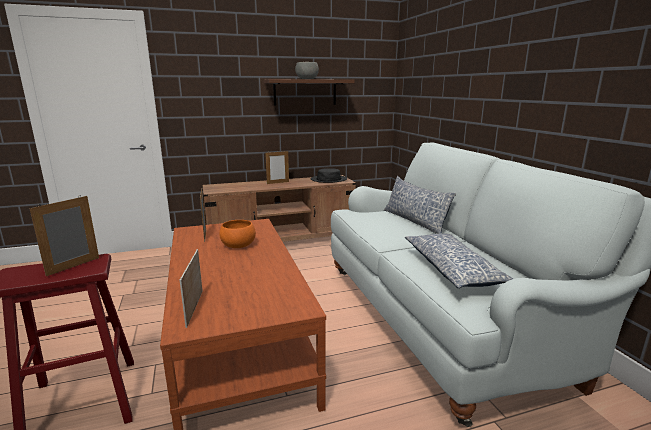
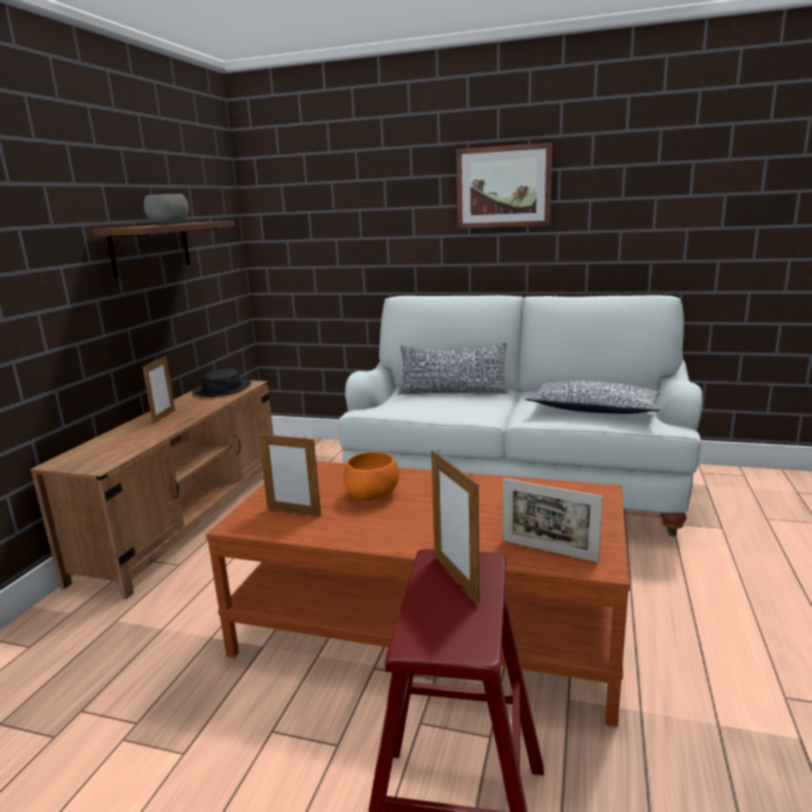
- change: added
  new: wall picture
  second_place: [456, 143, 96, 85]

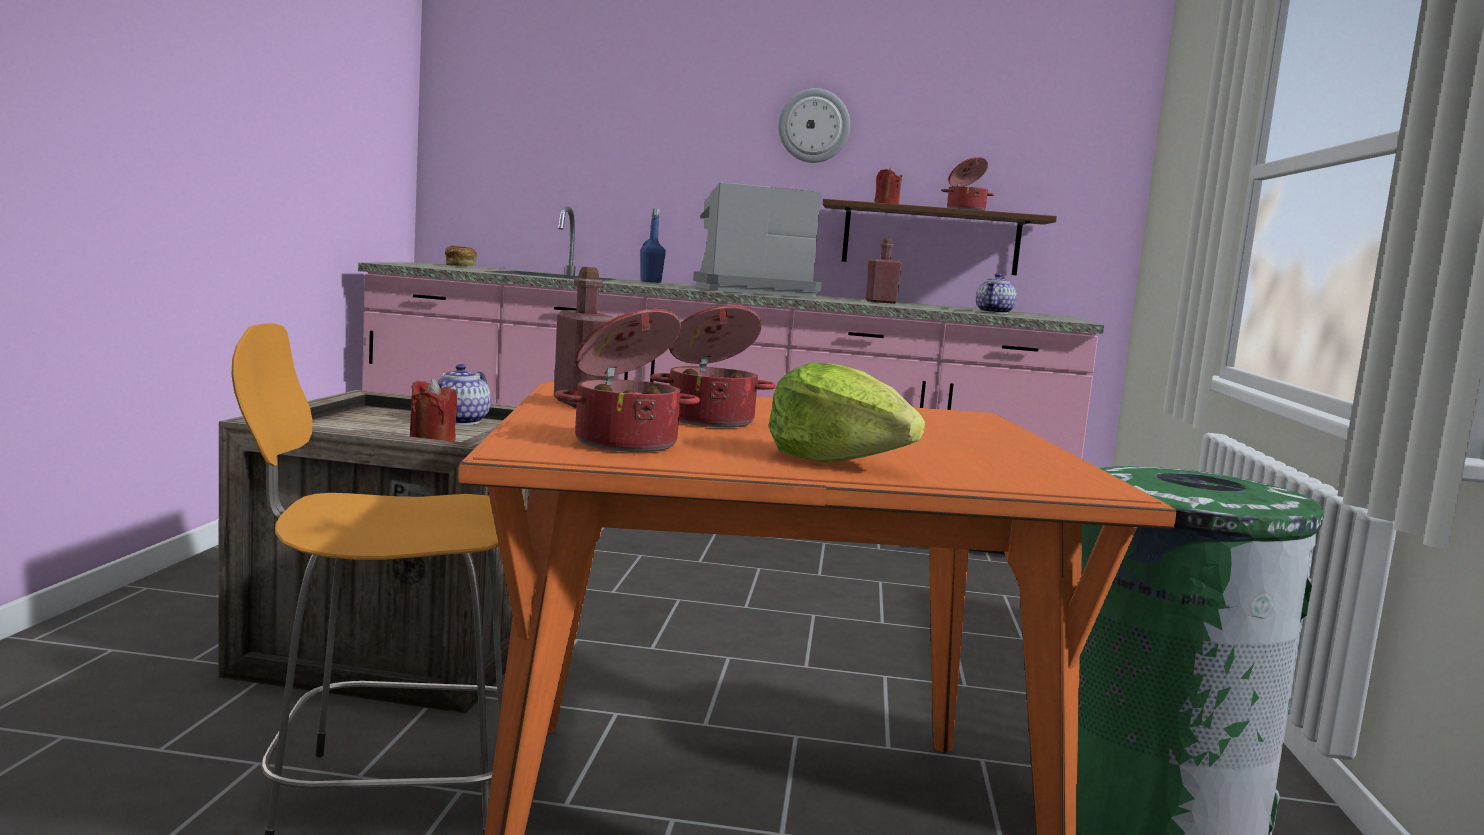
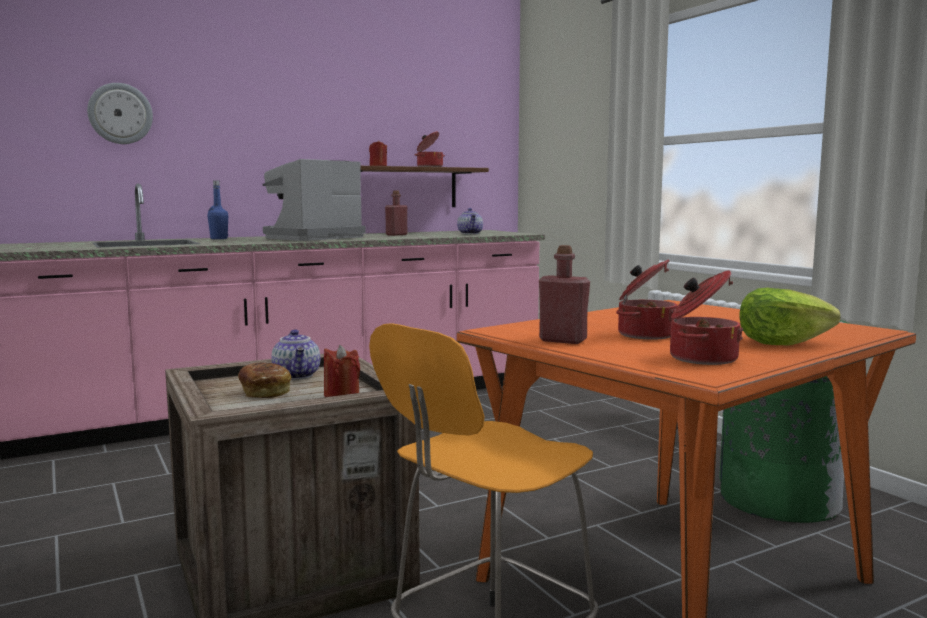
- change: moved
  old: clock on the wall
  first_place: [778, 88, 72, 75]
  second_place: [87, 83, 66, 61]
- change: moved
  old: baked bread
  first_place: [445, 246, 32, 20]
  second_place: [238, 363, 53, 35]

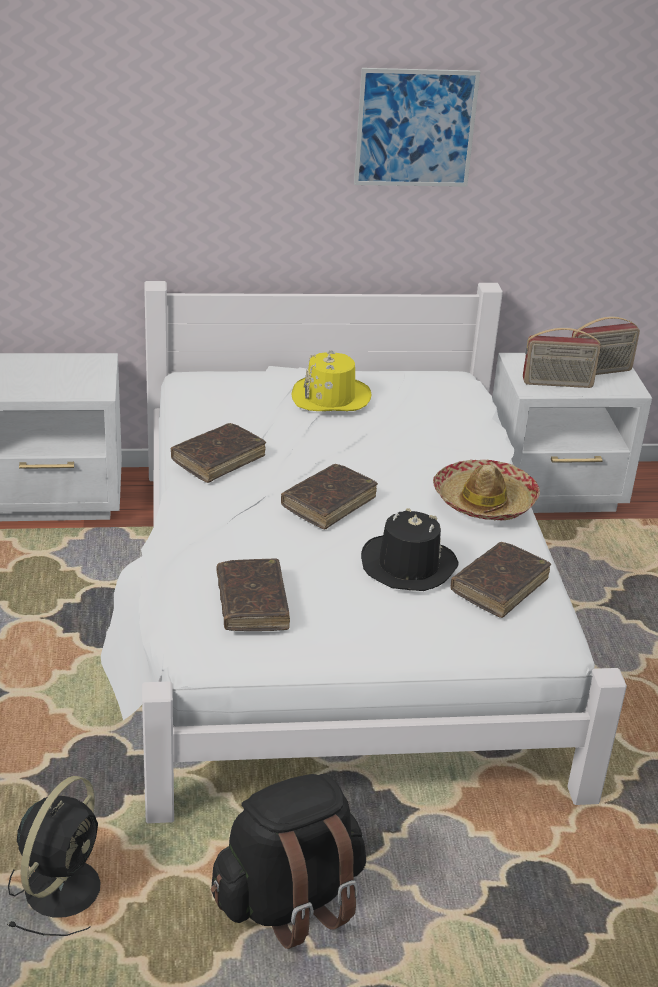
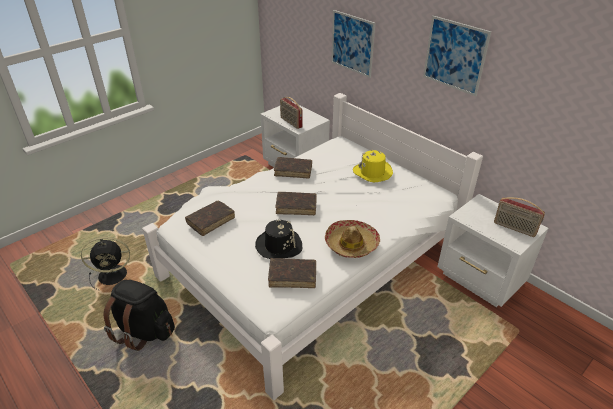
- change: moved
  old: radio set
  first_place: [523, 328, 78, 60]
  second_place: [280, 97, 23, 32]
- change: added
  new: wall picture
  second_place: [331, 10, 44, 68]

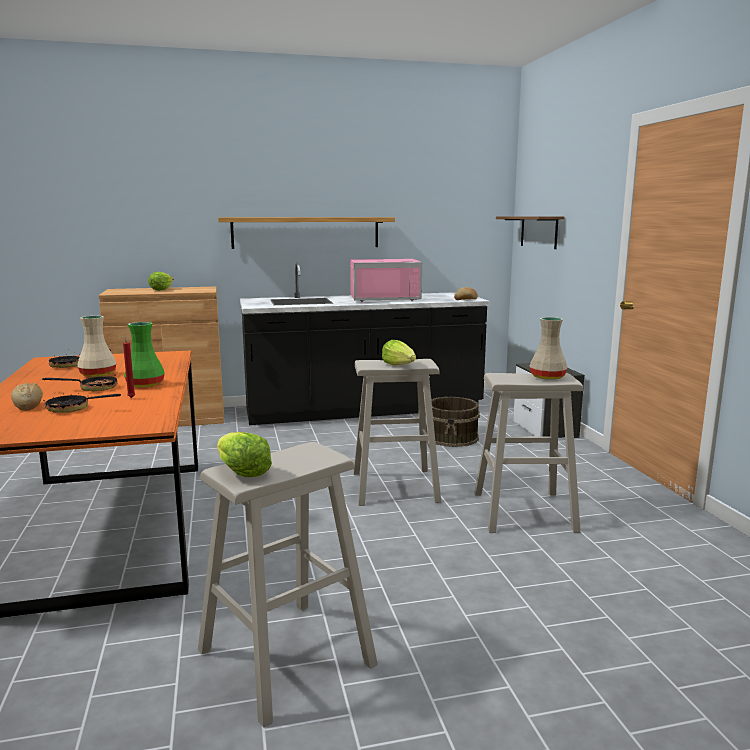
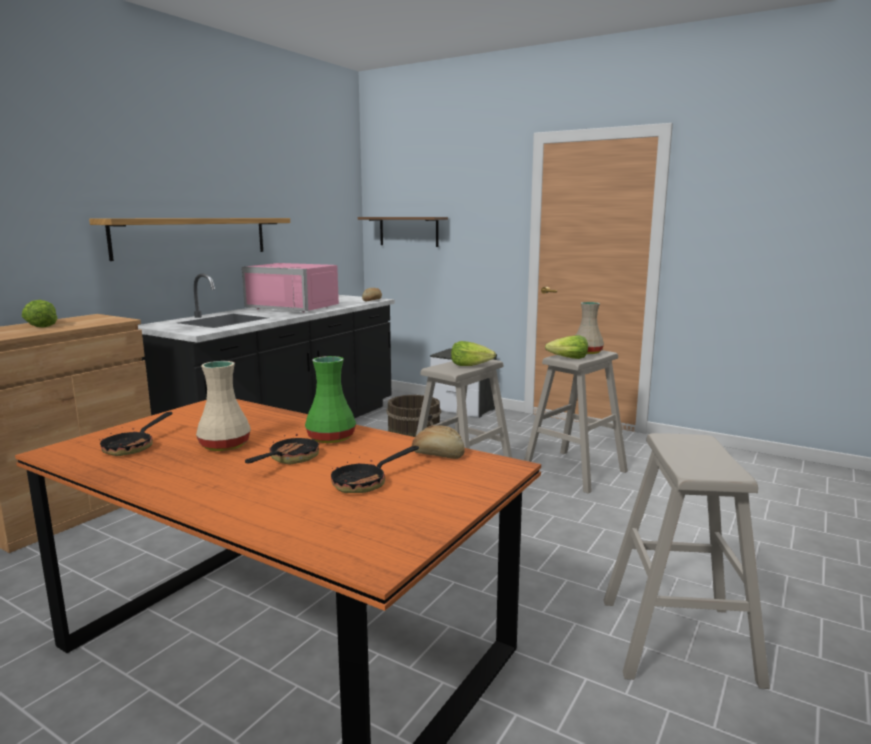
- change: turned
  old: kitchen microwave/pink
  first_place: [350, 259, 72, 43]
  second_place: [242, 263, 97, 50]
  degrees: 75
- change: moved
  old: baked bread
  first_place: [11, 383, 32, 28]
  second_place: [412, 425, 53, 34]
- change: moved
  old: head of lettuce
  first_place: [217, 432, 55, 45]
  second_place: [545, 335, 43, 24]
- change: removed
  old: candle/red-coloured
  first_place: [123, 336, 12, 62]

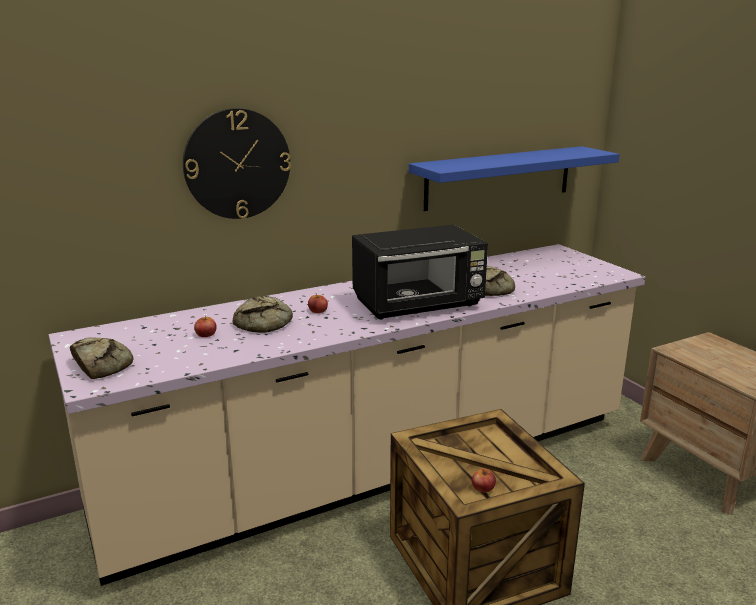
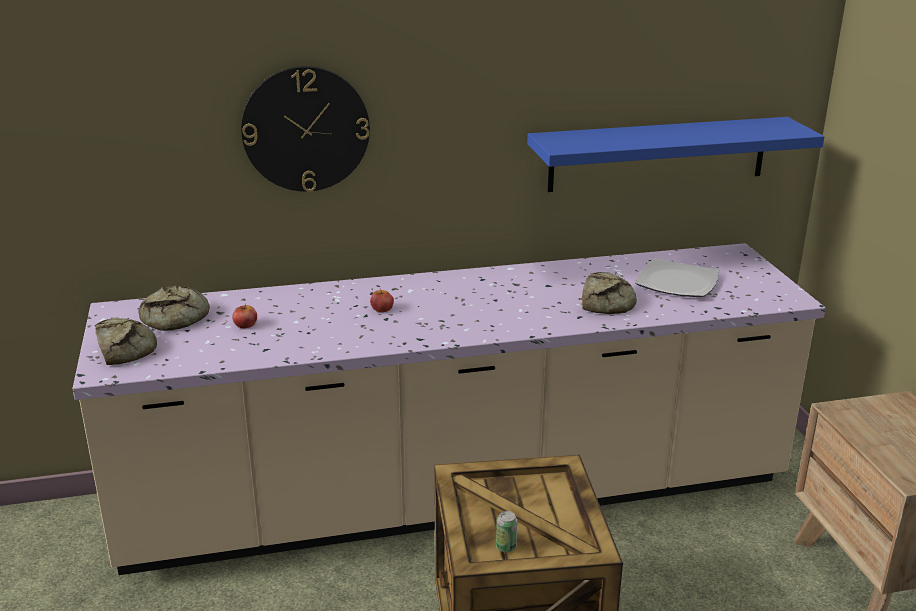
- change: moved
  old: baked bread
  first_place: [233, 296, 60, 37]
  second_place: [139, 286, 71, 45]
- change: replaced
  old: whole apple
  new: metal can
  first_place: [472, 469, 24, 24]
  second_place: [496, 511, 21, 41]
- change: added
  new: flat dish
  second_place: [635, 258, 84, 39]
- change: removed
  old: kitchen microwave/blackish
  first_place: [352, 225, 136, 95]

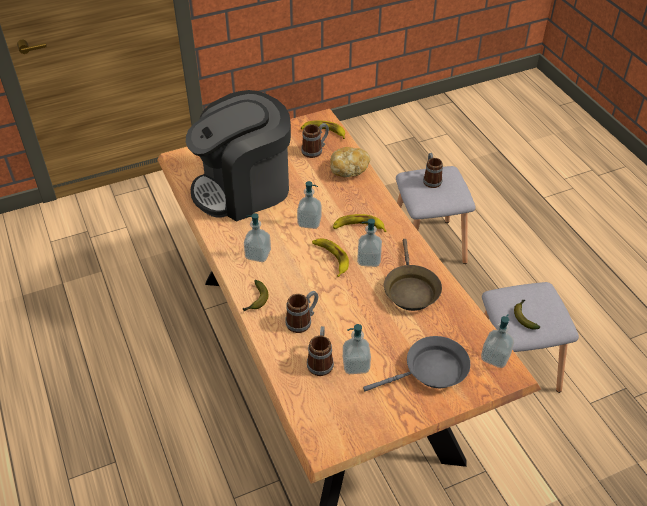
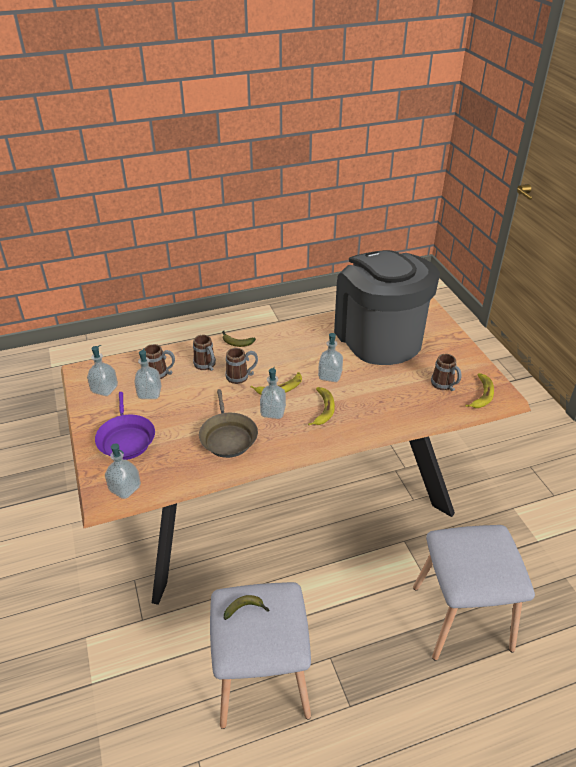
- change: moved
  old: liquid soap bottle
  first_place: [244, 213, 27, 49]
  second_place: [87, 345, 31, 51]
- change: recoloured
  old: frying pan/gray
  new: frying pan/purple-coloured
  first_place: [363, 336, 107, 55]
  second_place: [95, 392, 60, 68]
- change: turned
  old: frying pan/brown-coloured
  first_place: [384, 239, 58, 72]
  second_place: [199, 389, 59, 69]
  degrees: -105
- change: moved
  old: coffee mug
  first_place: [423, 153, 20, 35]
  second_place: [225, 348, 33, 36]
- change: removed
  old: baked bread
  first_place: [330, 147, 40, 30]

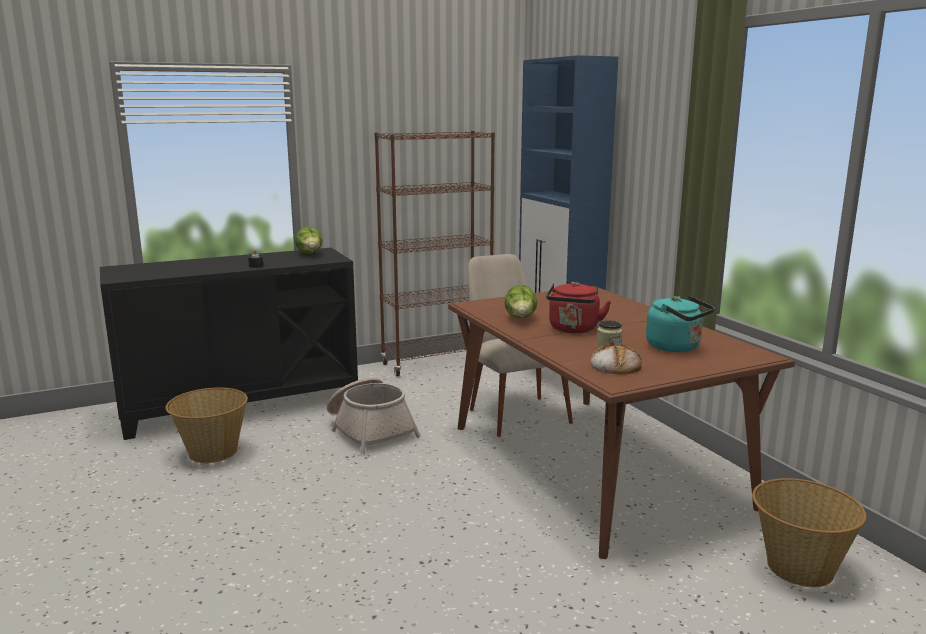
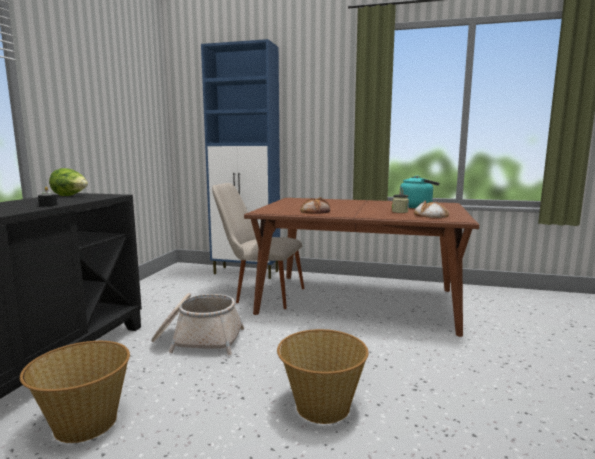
- change: moved
  old: basket
  first_place: [752, 478, 115, 109]
  second_place: [277, 329, 91, 95]
- change: replaced
  old: head of lettuce
  new: baked bread
  first_place: [504, 285, 34, 33]
  second_place: [300, 197, 30, 17]
- change: removed
  old: bookshelf/brown-coloured
  first_place: [375, 131, 120, 245]
- change: removed
  old: kettle/red-coloured
  first_place: [546, 282, 65, 51]

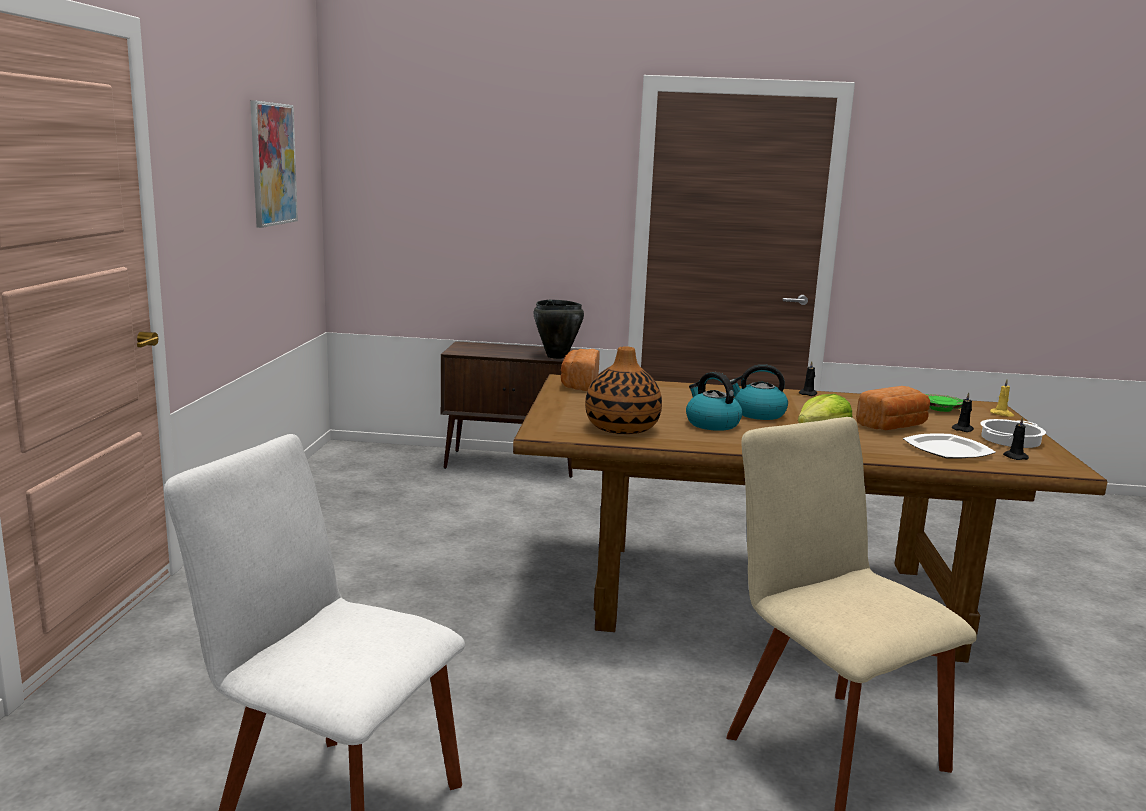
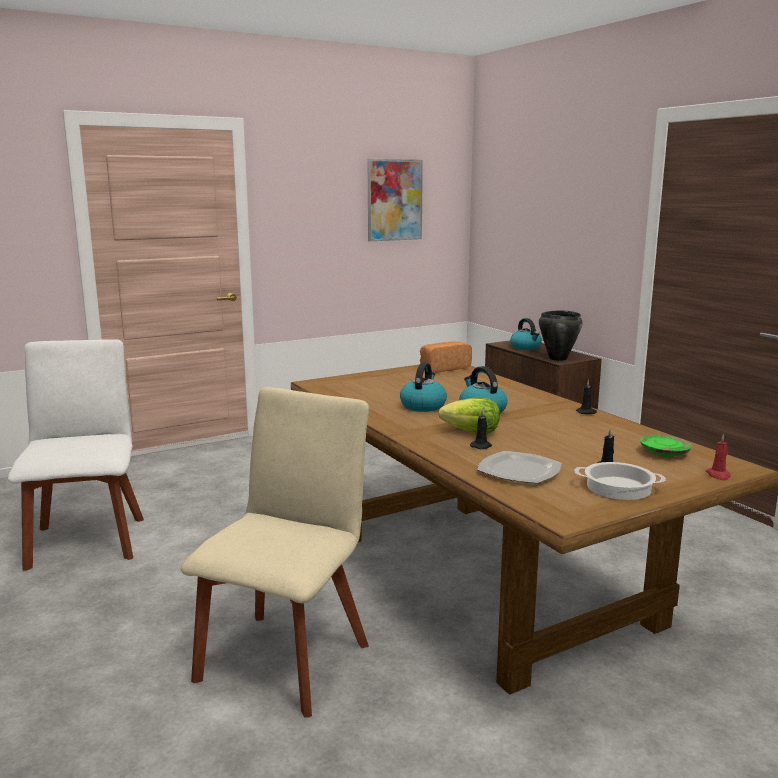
- change: moved
  old: candle/blackish
  first_place: [1003, 416, 26, 44]
  second_place: [470, 409, 22, 40]
- change: added
  new: kettle
  second_place: [510, 318, 32, 32]
- change: recoloured
  old: candle/yellowish
  new: candle/red-coloured
  first_place: [990, 380, 24, 37]
  second_place: [705, 434, 26, 46]
- change: removed
  old: decorative vase
  first_place: [585, 346, 77, 88]
- change: removed
  old: baked bread
  first_place: [856, 386, 74, 44]

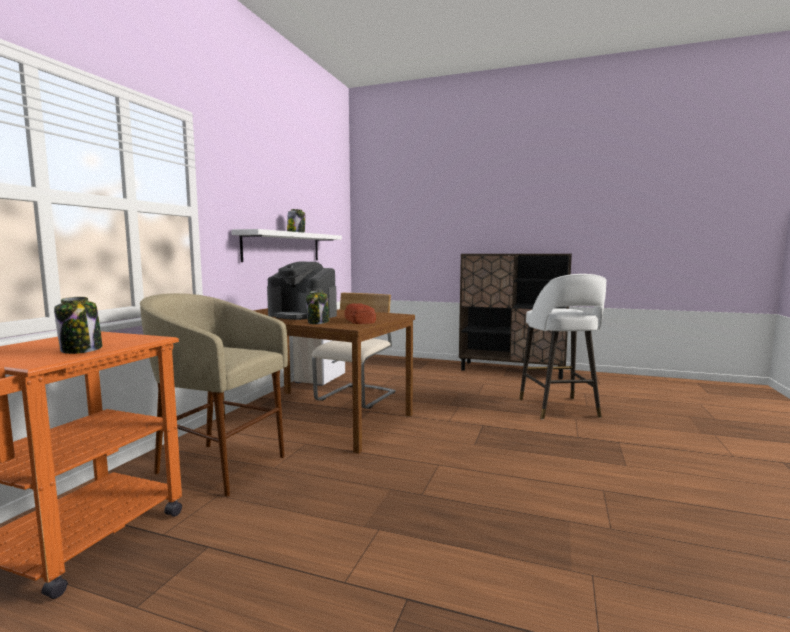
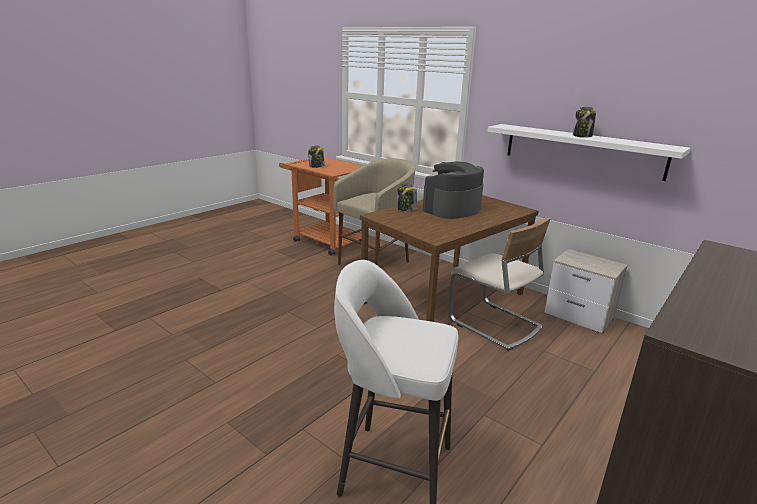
- change: removed
  old: baked bread
  first_place: [344, 303, 32, 21]

